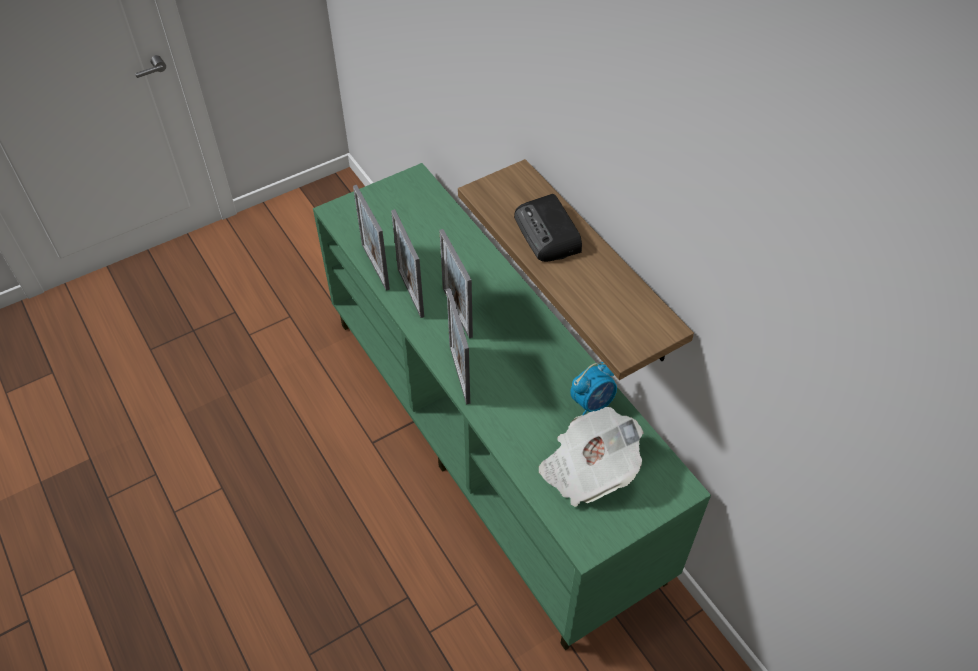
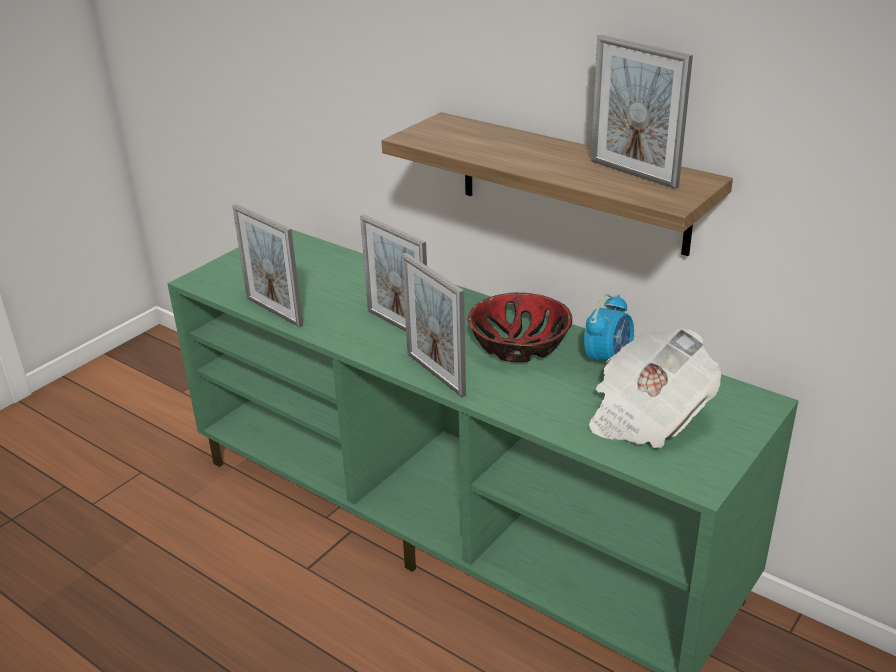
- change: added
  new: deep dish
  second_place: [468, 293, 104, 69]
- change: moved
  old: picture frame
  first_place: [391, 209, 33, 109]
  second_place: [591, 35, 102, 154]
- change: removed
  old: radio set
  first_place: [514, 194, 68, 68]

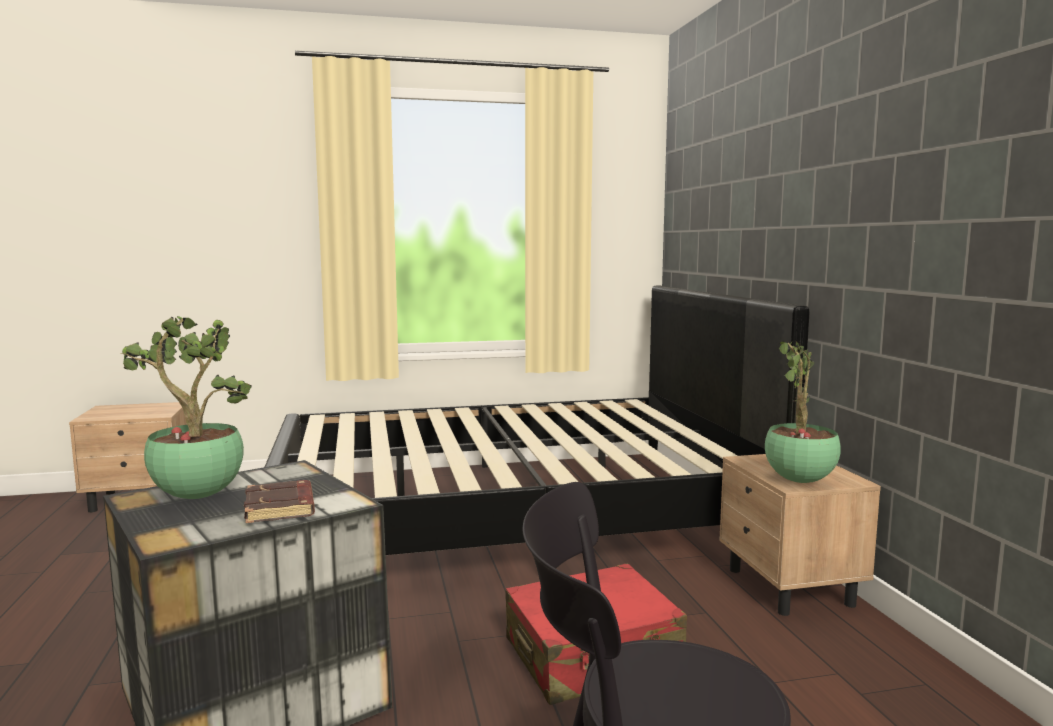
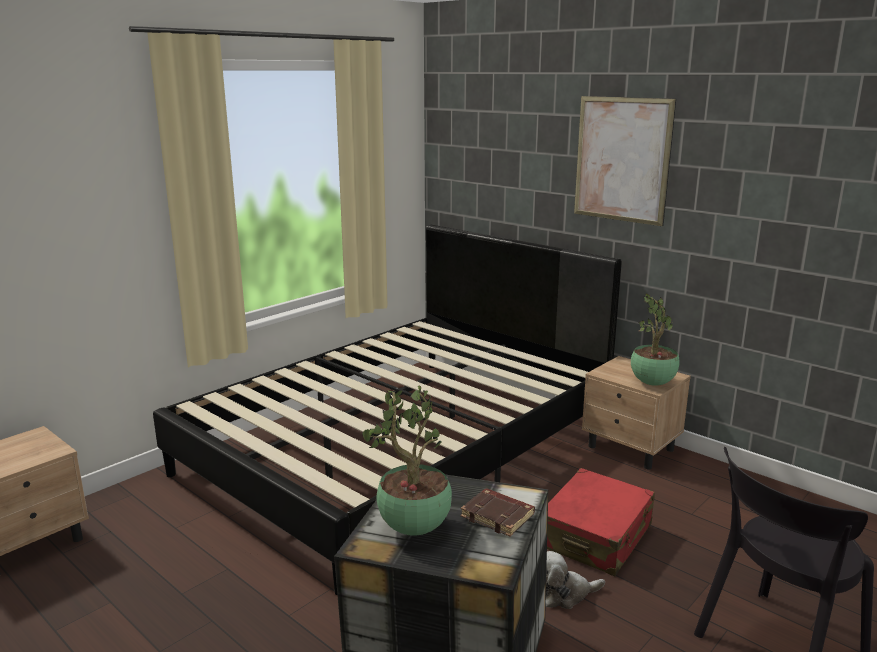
- change: added
  new: soft toy
  second_place: [546, 551, 59, 58]
- change: added
  new: wall picture
  second_place: [574, 96, 102, 130]

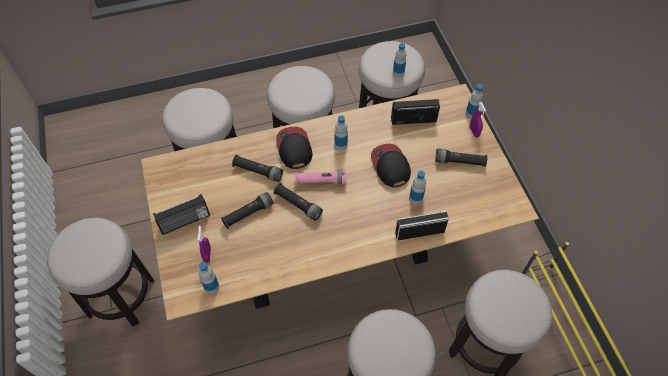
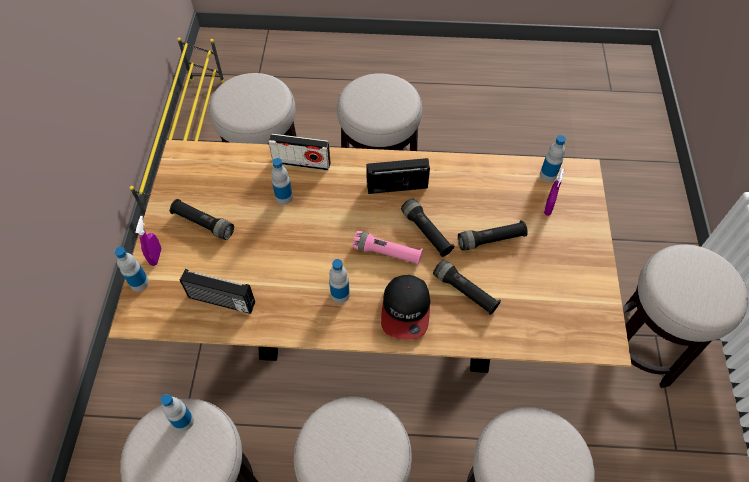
- change: moved
  old: radio set
  first_place: [153, 194, 57, 41]
  second_place: [366, 158, 64, 36]
- change: removed
  old: peaked cap
  first_place: [371, 144, 40, 43]

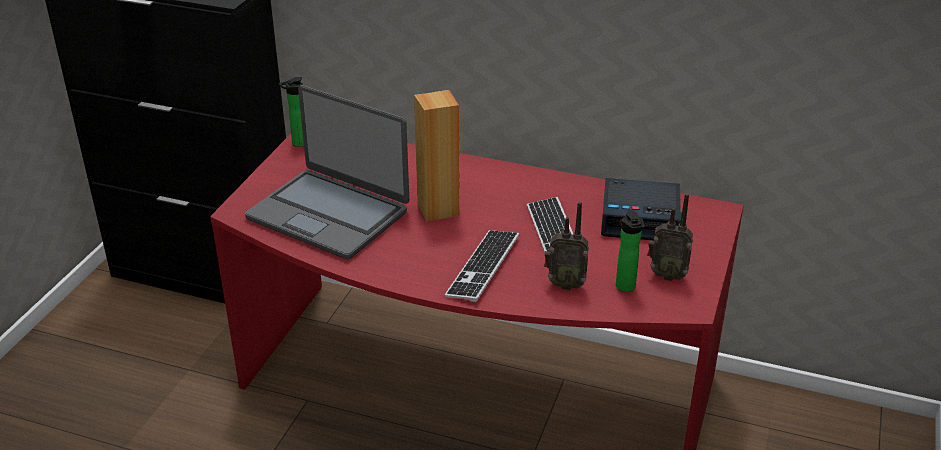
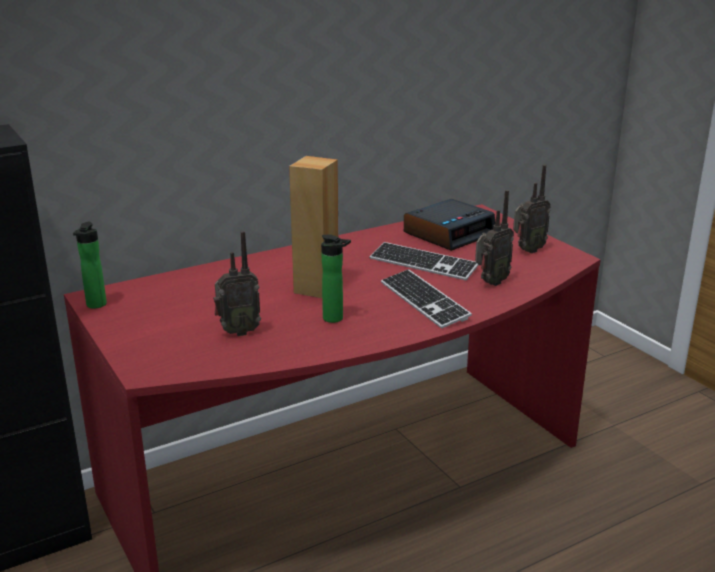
- change: replaced
  old: portable computer
  new: radio set
  first_place: [245, 85, 164, 174]
  second_place: [213, 231, 48, 105]
- change: moved
  old: bottle
  first_place: [616, 210, 29, 82]
  second_place: [321, 234, 30, 89]

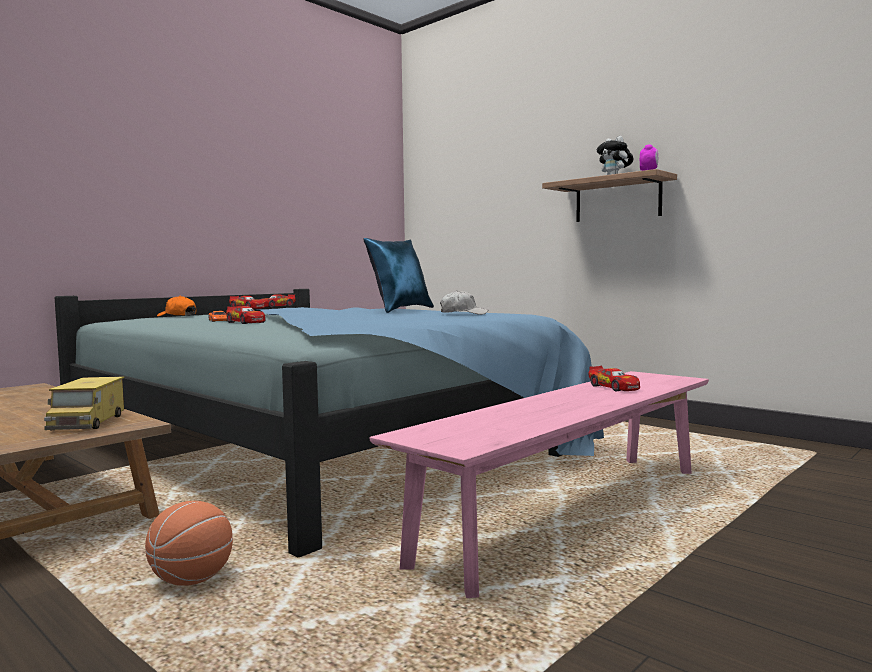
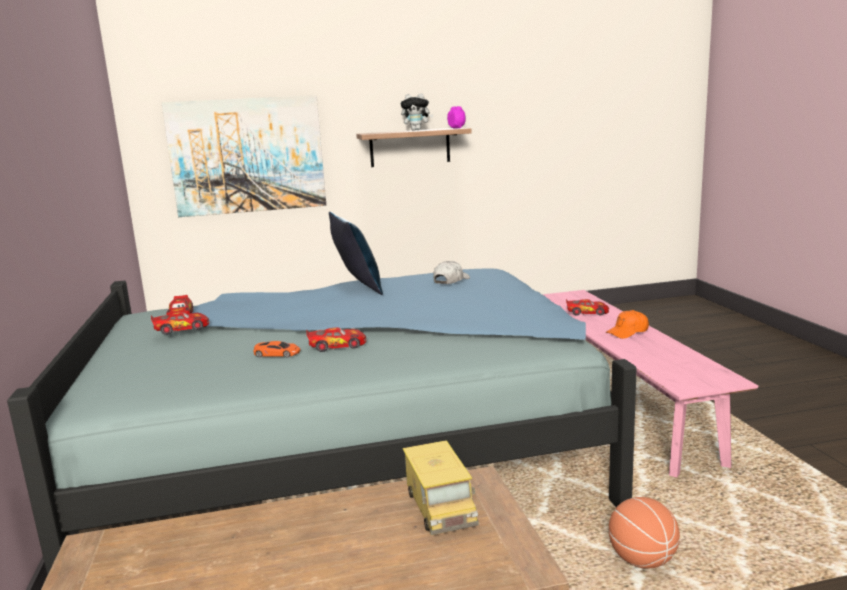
- change: added
  new: wall picture
  second_place: [162, 95, 164, 122]
- change: turned
  old: toy truck
  first_place: [44, 377, 80, 53]
  second_place: [403, 440, 76, 95]
  degrees: 45
- change: moved
  old: peaked cap/orange
  first_place: [157, 296, 39, 21]
  second_place: [605, 310, 44, 29]

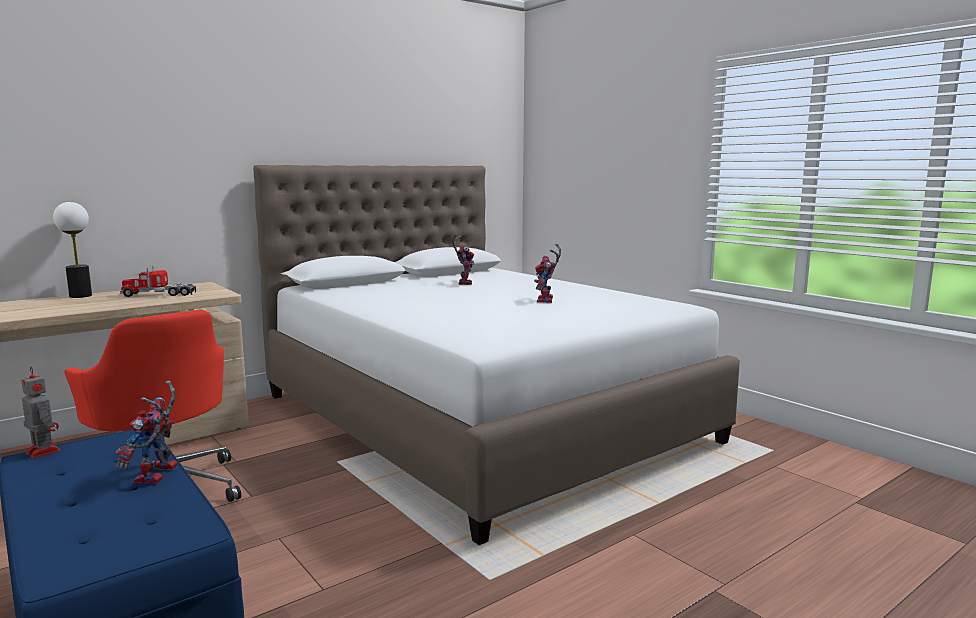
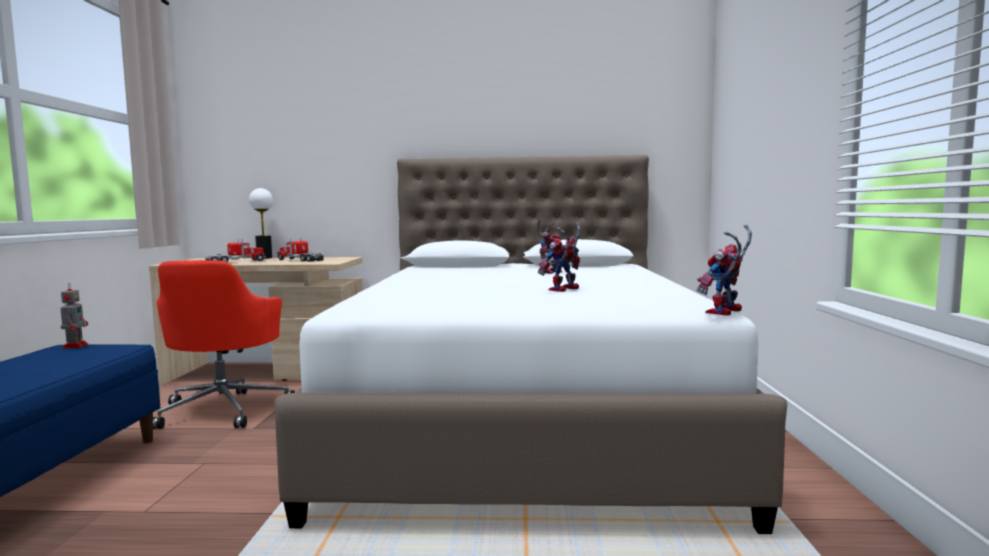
- change: added
  new: toy truck
  second_place: [205, 240, 61, 22]
- change: moved
  old: robot figure
  first_place: [116, 381, 62, 102]
  second_place: [697, 225, 55, 91]

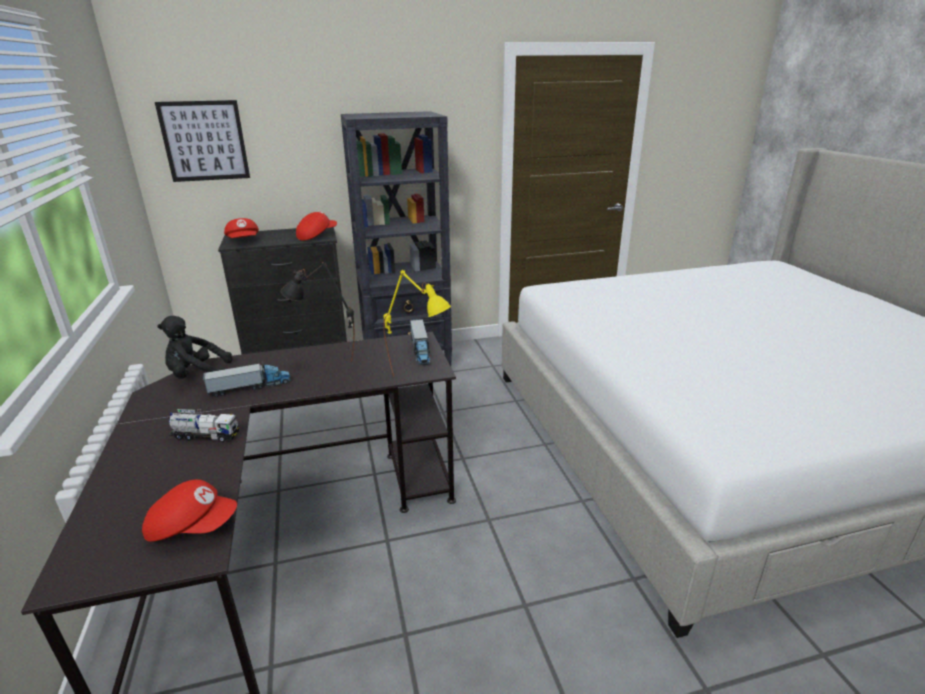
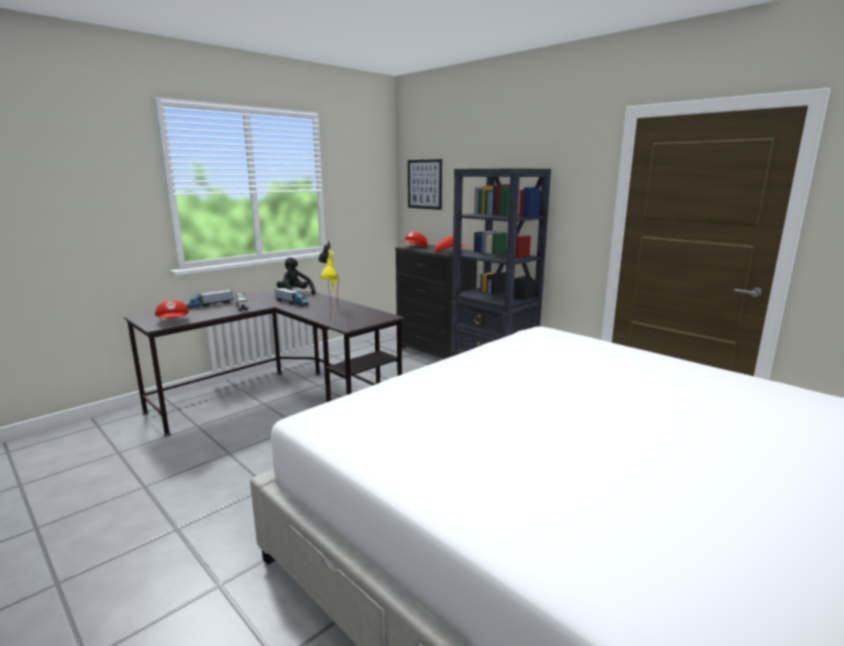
- change: moved
  old: toy truck
  first_place: [410, 319, 21, 46]
  second_place: [185, 290, 48, 19]

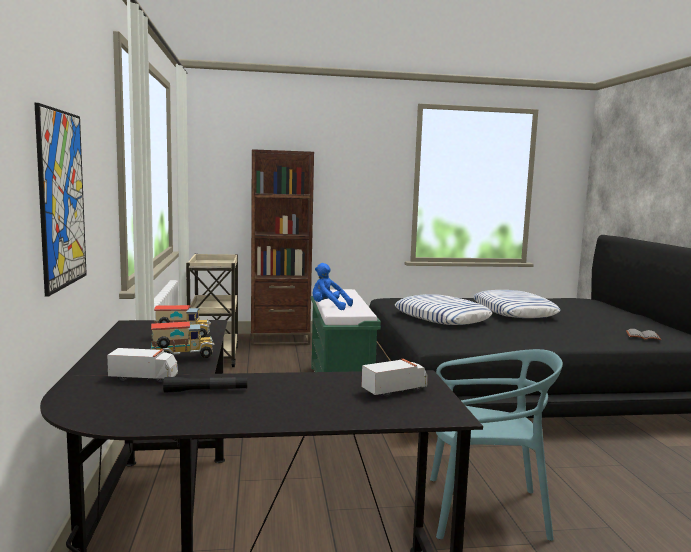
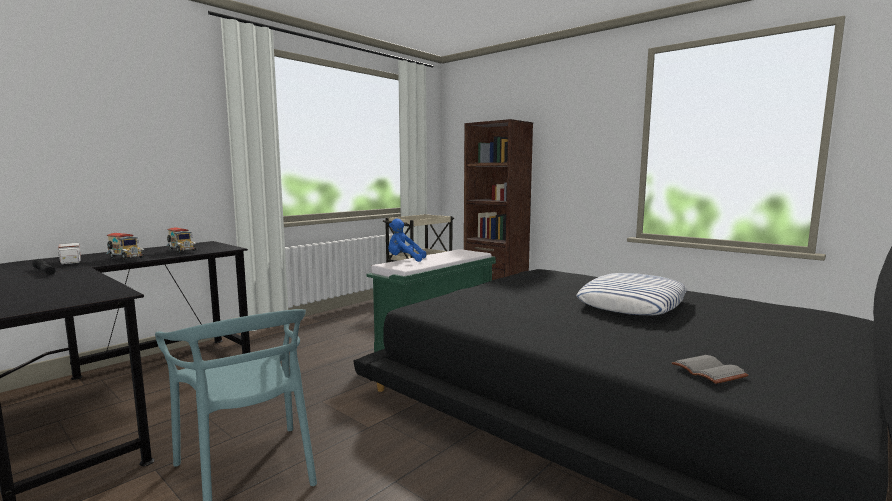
- change: turned
  old: soft toy/blue
  first_place: [313, 263, 40, 47]
  second_place: [388, 218, 38, 44]
  degrees: -60
- change: removed
  old: wall picture
  first_place: [35, 103, 52, 194]
- change: removed
  old: toy truck
  first_place: [361, 359, 66, 38]
- change: removed
  old: pillow
  first_place: [395, 294, 97, 31]

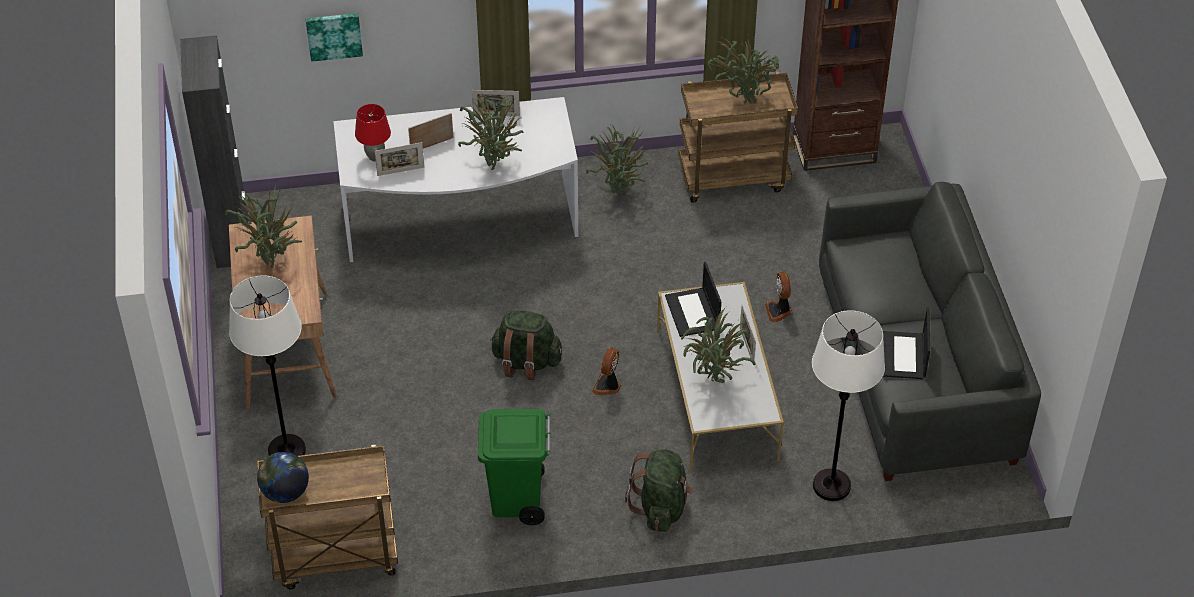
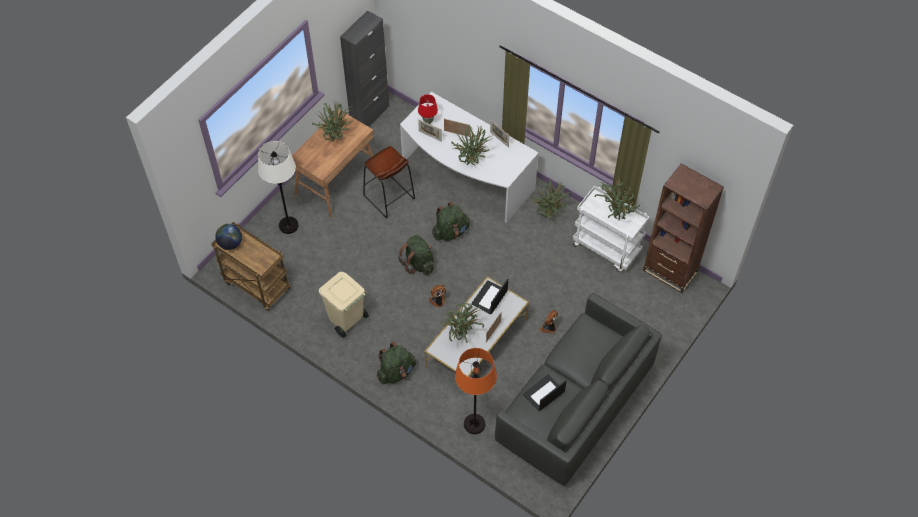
- change: recoloured
  old: rubbish bin/green-coloured
  new: rubbish bin/sand-coloured
  first_place: [478, 409, 72, 116]
  second_place: [319, 272, 50, 66]
- change: added
  new: sitting stool/brown-coloured
  second_place: [363, 146, 52, 73]
- change: added
  new: knapsack/green-coloured
  second_place: [432, 202, 38, 39]
- change: recoloured
  old: standing lamp/whitish
  new: standing lamp/orange
  first_place: [812, 310, 73, 191]
  second_place: [455, 348, 42, 86]
- change: recoloured
  old: trolley/brown-coloured
  new: trolley/whitish
  first_place: [678, 72, 120, 131]
  second_place: [573, 186, 76, 86]
- change: removed
  old: wall picture
  first_place: [306, 13, 57, 49]

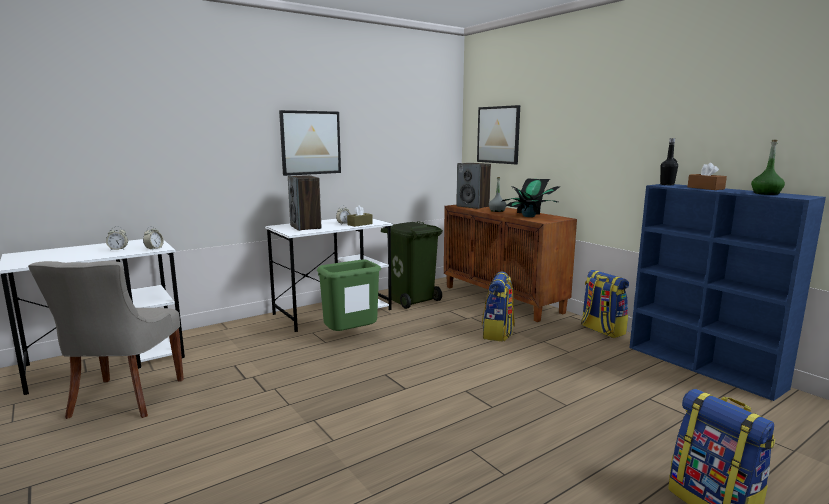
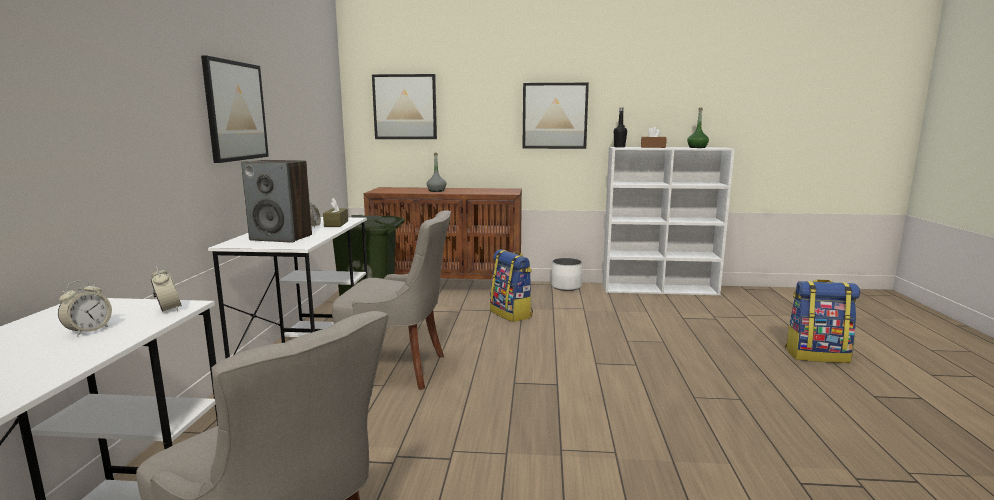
- change: replaced
  old: rubbish bin/green-coloured
  new: plain chair/gray
  first_place: [317, 260, 64, 71]
  second_place: [332, 210, 119, 180]
- change: added
  new: wall picture
  second_place: [522, 83, 67, 66]
- change: replaced
  old: knapsack
  new: planter/whitish
  first_place: [581, 270, 48, 68]
  second_place: [551, 258, 31, 33]
- change: recoloured
  old: bookshelf/blue
  new: bookshelf/whitish
  first_place: [629, 184, 197, 217]
  second_place: [603, 147, 132, 148]
- change: removed
  old: speaker
  first_place: [456, 163, 35, 46]
- change: removed
  old: houseplant
  first_place: [502, 179, 58, 38]

